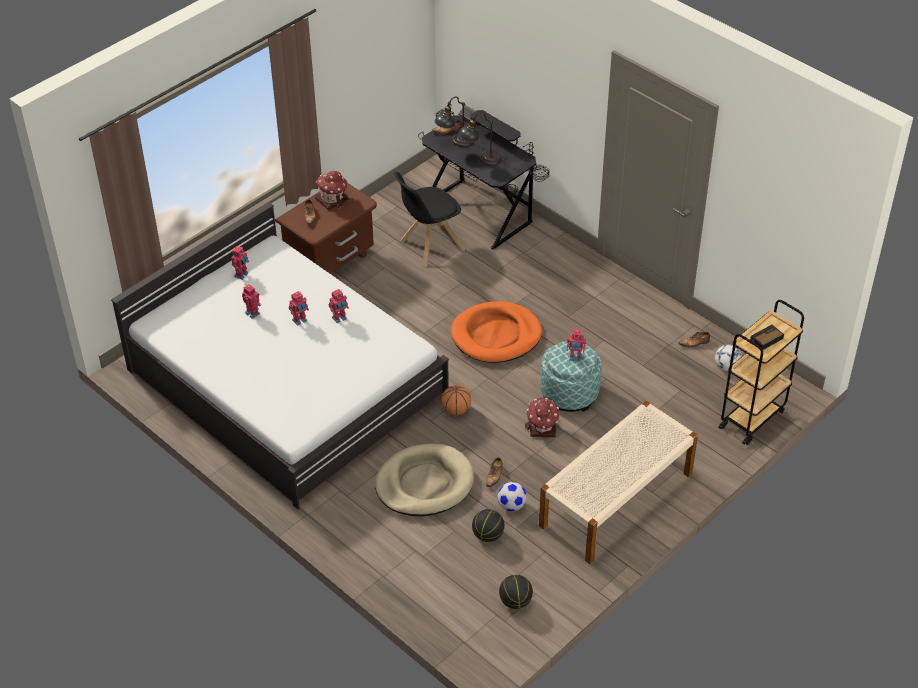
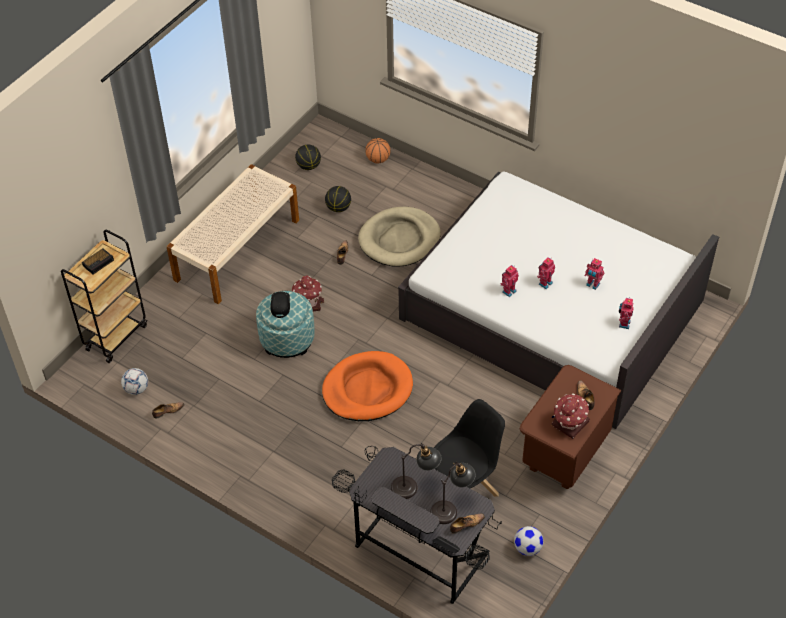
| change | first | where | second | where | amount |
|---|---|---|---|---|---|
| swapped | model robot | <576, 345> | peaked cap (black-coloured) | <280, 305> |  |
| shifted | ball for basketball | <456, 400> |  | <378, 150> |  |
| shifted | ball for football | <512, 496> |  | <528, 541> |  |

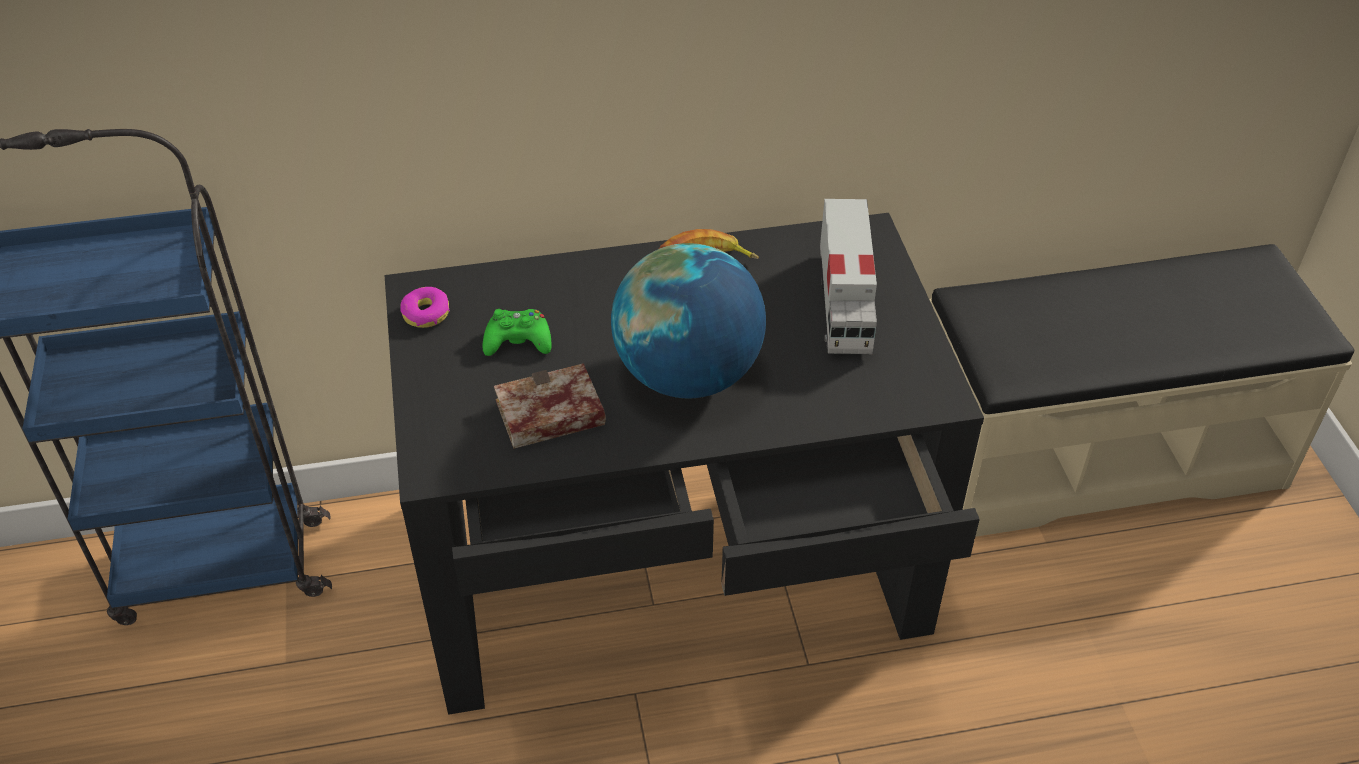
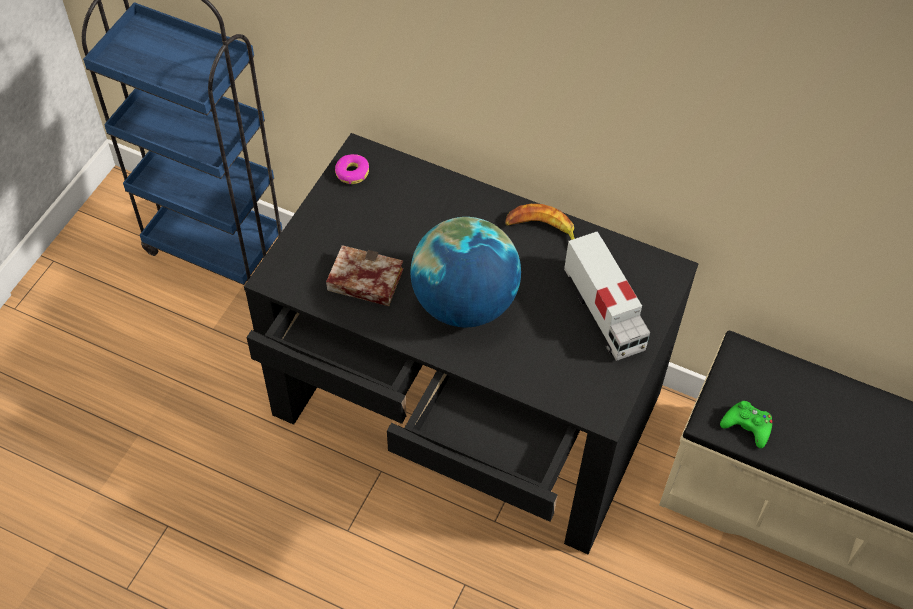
| change | first | where | second | where | amount |
|---|---|---|---|---|---|
| rotated | toy truck | <848, 276> |  | <607, 296> | 60 degrees counterclockwise |
| shifted | gamepad (greenish) | <517, 332> |  | <746, 424> |  |

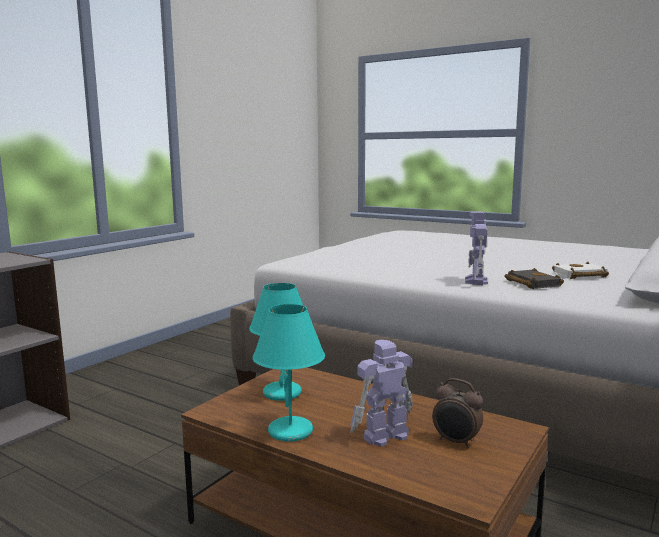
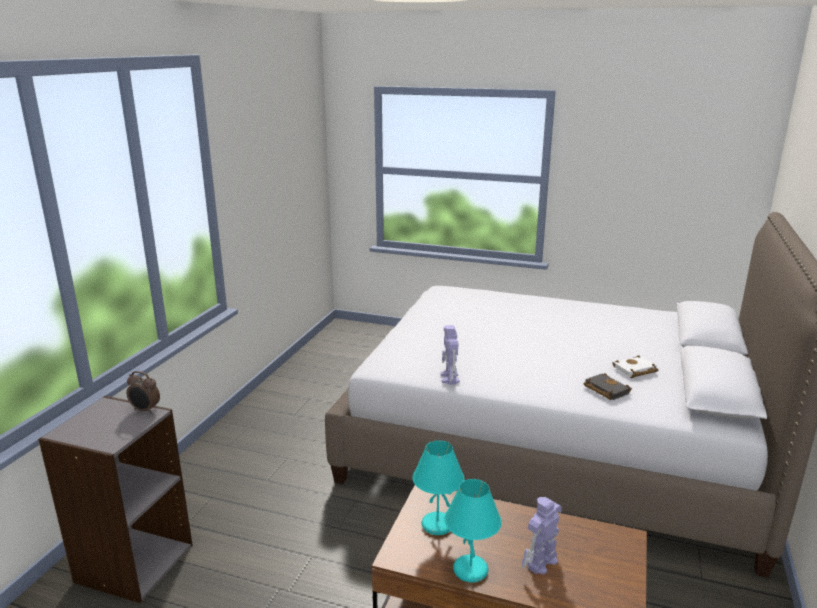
| change | first | where | second | where | amount |
|---|---|---|---|---|---|
| shifted | model robot | <476, 248> |  | <450, 355> |  |
| shifted | alarm clock | <457, 413> |  | <143, 392> |  |

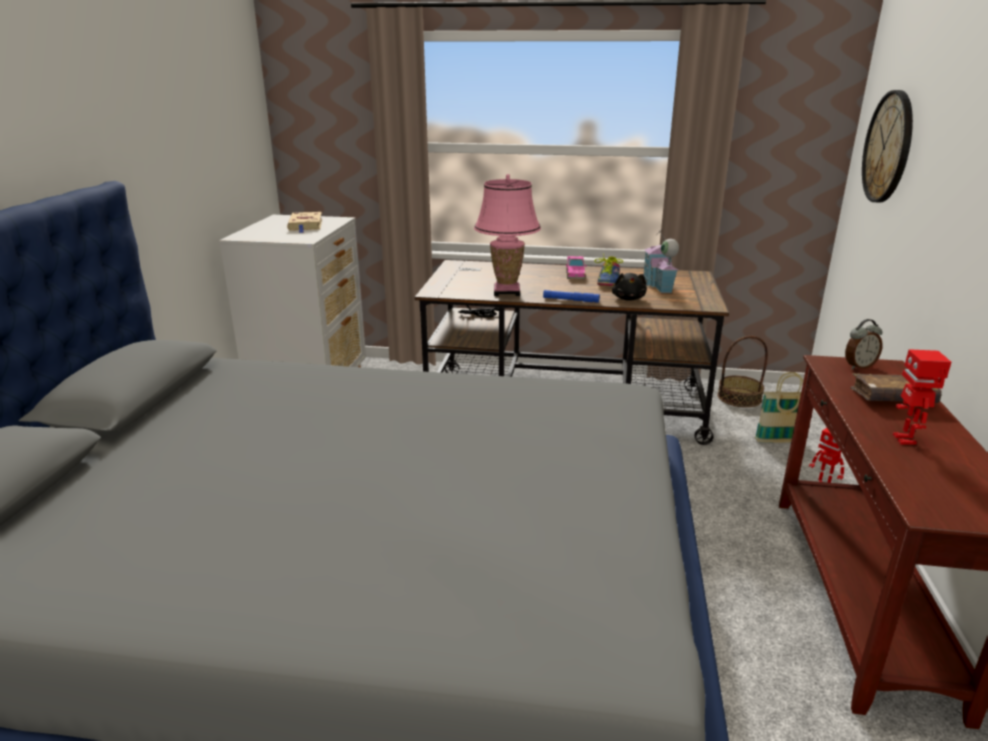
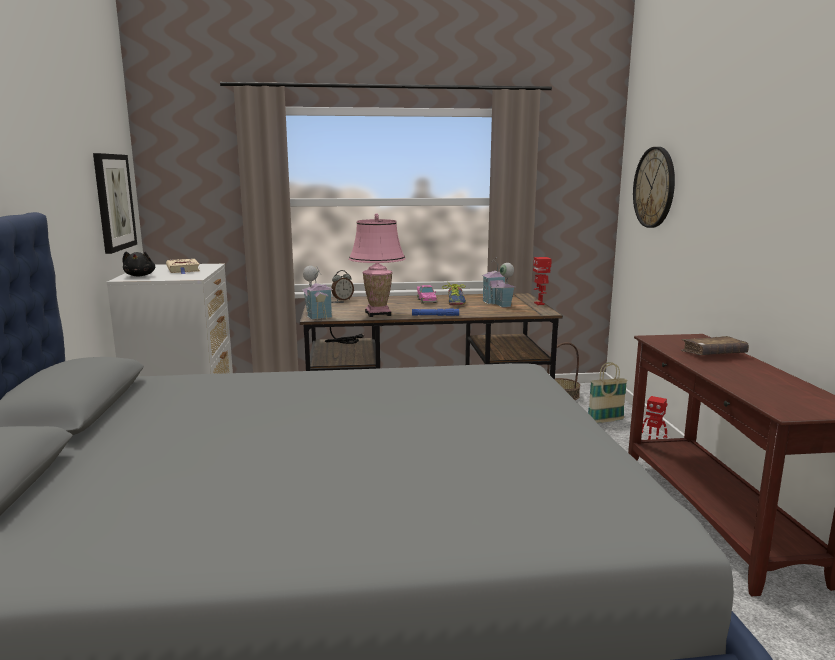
| change | first | where | second | where | amount |
|---|---|---|---|---|---|
| shifted | plush toy (black-coloured) | <629, 287> |  | <138, 263> |  |
| shifted | alarm clock | <863, 344> |  | <342, 285> |  |
| shifted | model robot | <922, 397> |  | <542, 281> |  |
| new |  |  | wall art | <115, 203> |  |
| new |  |  | toy house | <317, 293> |  |

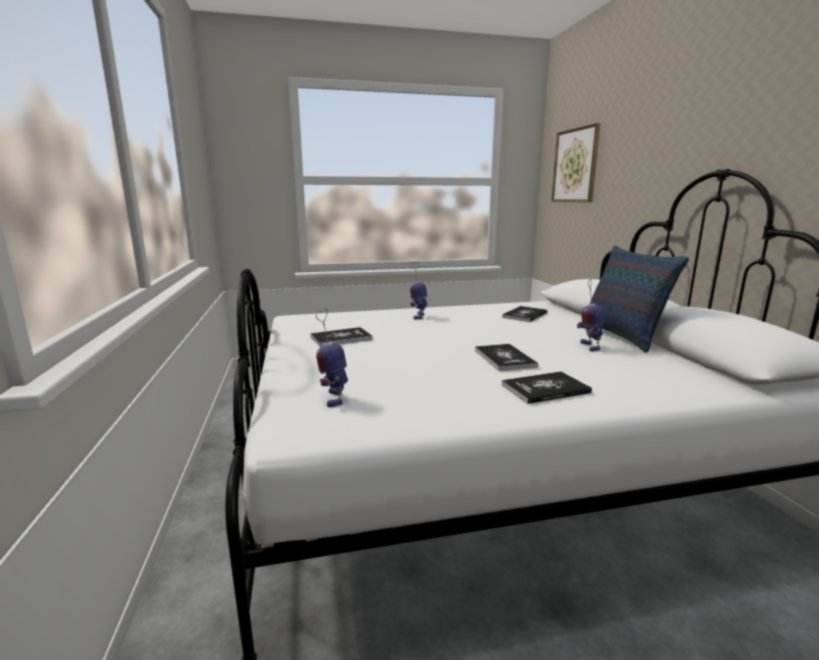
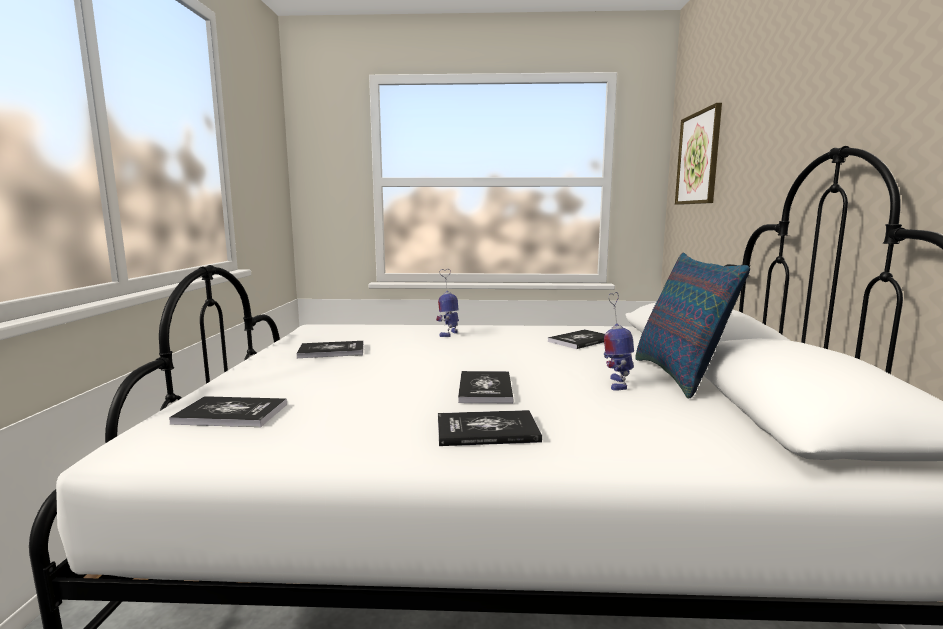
| change | first | where | second | where | amount |
|---|---|---|---|---|---|
| swapped | model robot | <332, 357> | bound book | <228, 411> |  |

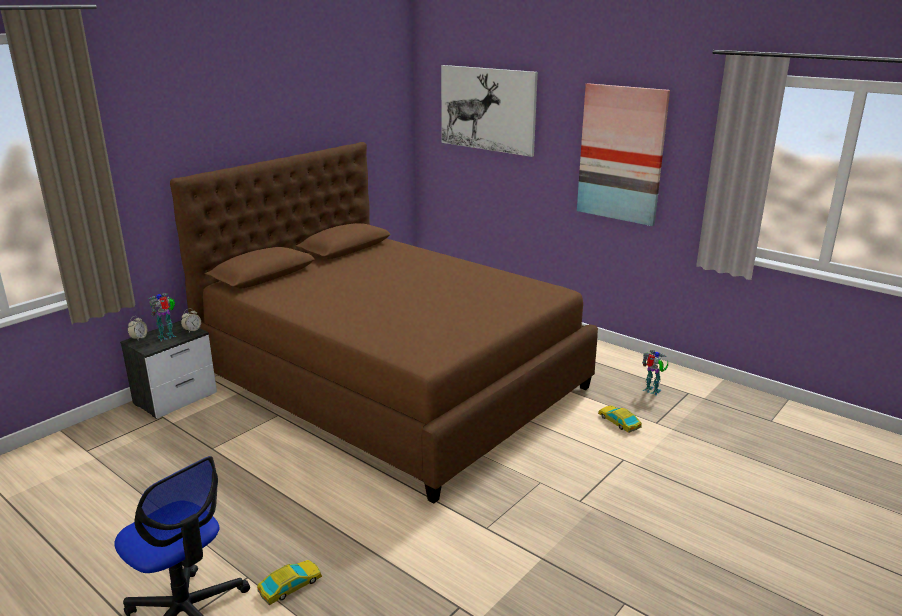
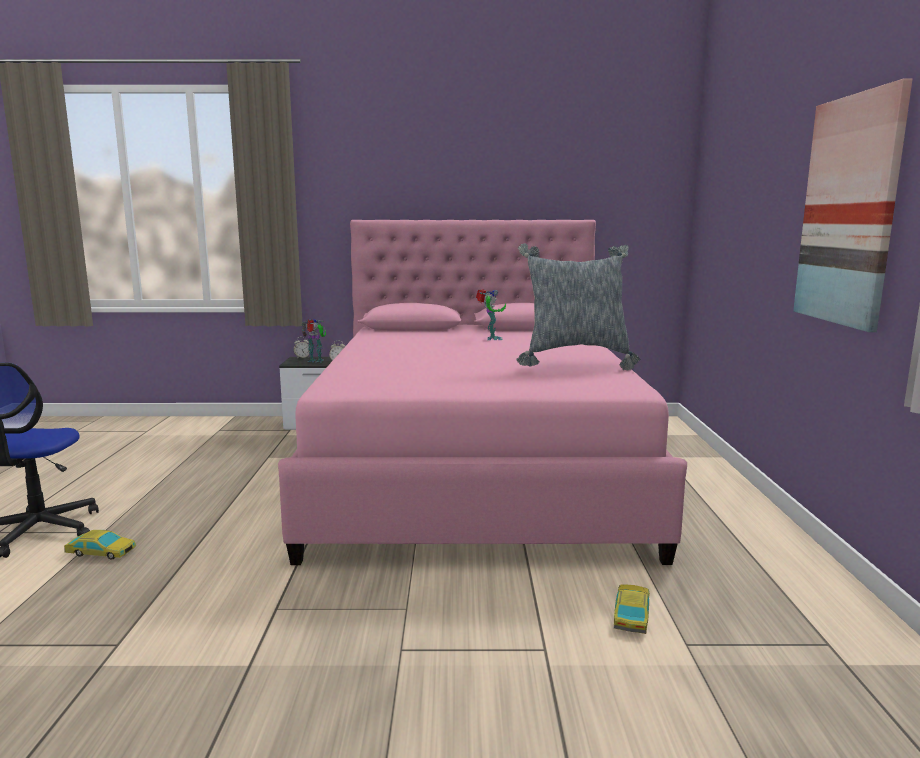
| change | first | where | second | where | amount |
|---|---|---|---|---|---|
| gone | wall art | <489, 111> |  |  |  |
| repainted | bed (brown) | <384, 323> | bed (pink) | <482, 392> |  |
| shifted | model robot | <655, 373> |  | <491, 314> |  |
| new |  |  | pillow | <578, 307> |  |

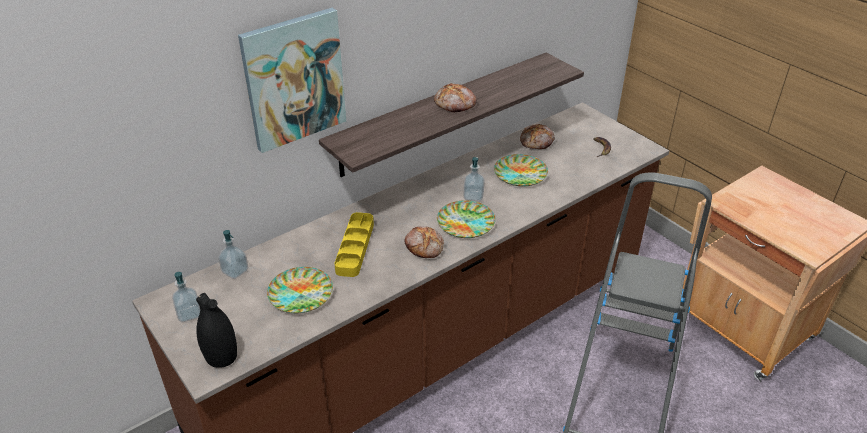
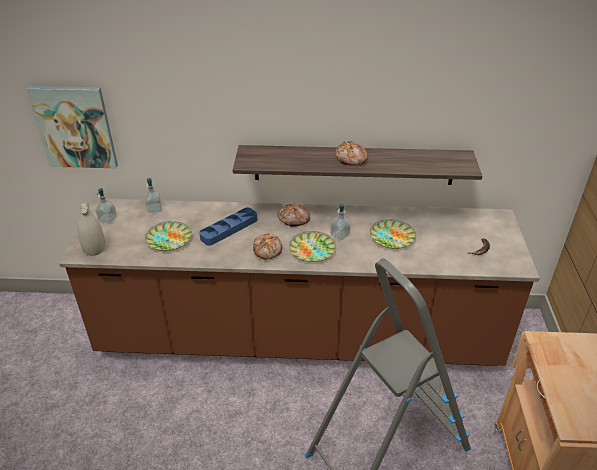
| change | first | where | second | where | amount |
|---|---|---|---|---|---|
| shifted | wall art | <292, 80> |  | <72, 127> |  |
| shifted | bread | <537, 136> |  | <294, 215> |  |
| repainted | carrying tray (yellowish) | <354, 244> | carrying tray (blue) | <228, 226> |  |
| repainted | flower vase (black-coloured) | <216, 330> | flower vase (whitish) | <91, 229> |  |

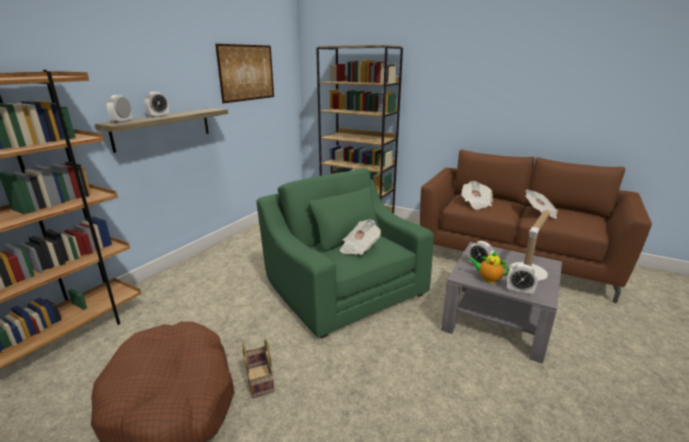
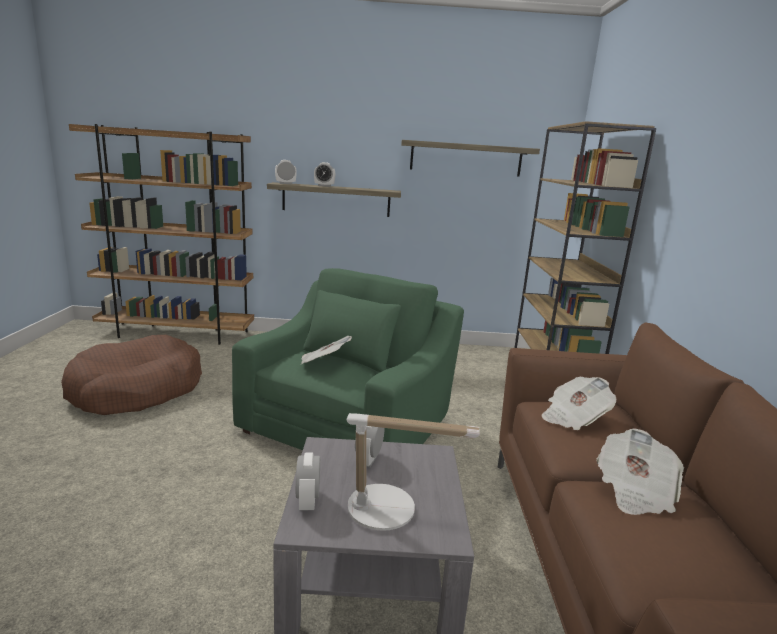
| change | first | where | second | where | amount |
|---|---|---|---|---|---|
| swapped | wall art | <244, 73> | wall shelf | <470, 158> |  |
| gone | tea pot | <488, 267> |  |  |  |
| gone | basket | <258, 368> |  |  |  |

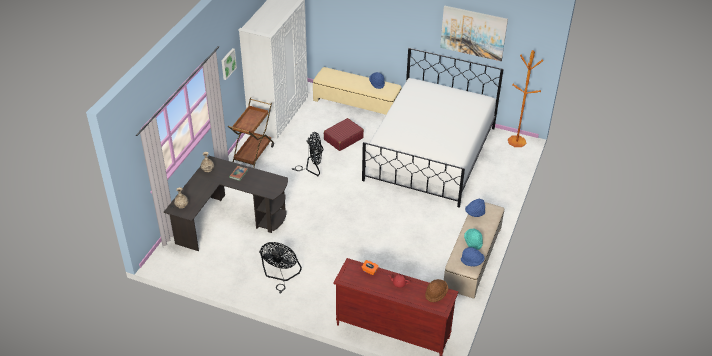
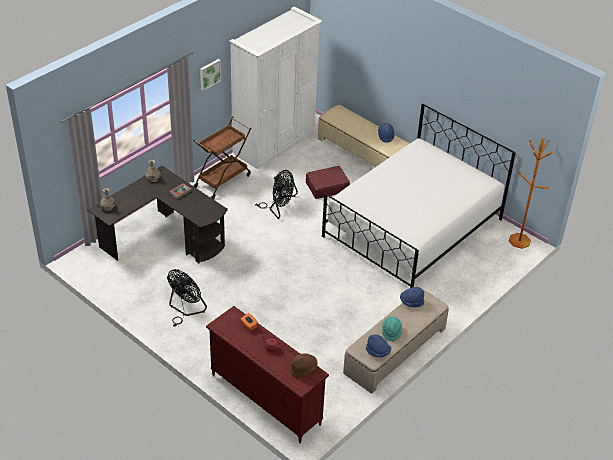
| change | first | where | second | where | amount |
|---|---|---|---|---|---|
| gone | wall art | <474, 33> |  |  |  |

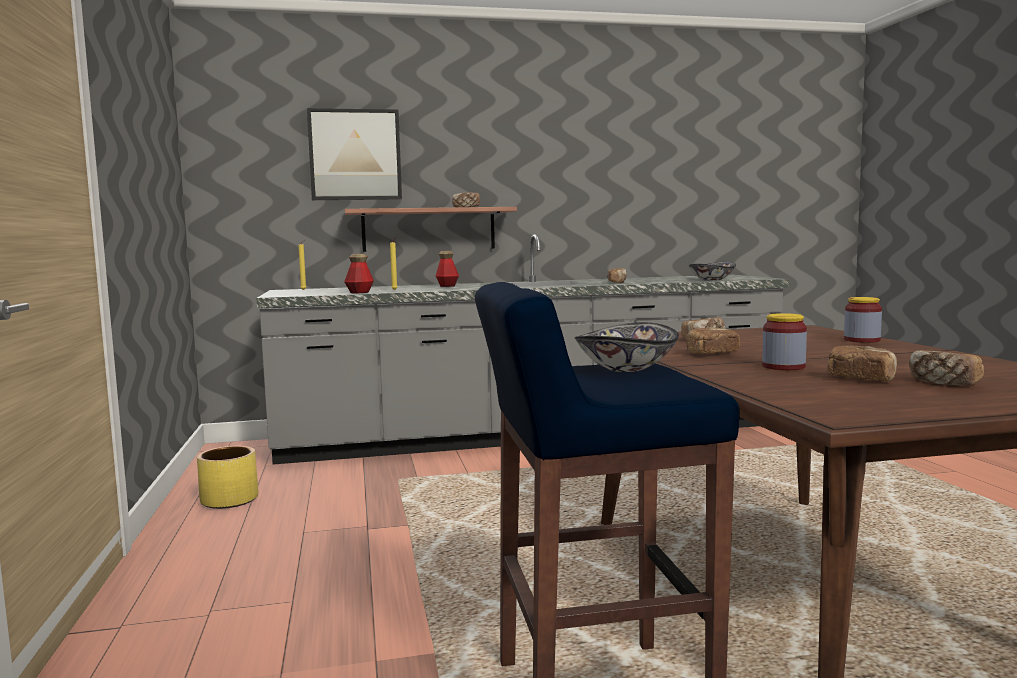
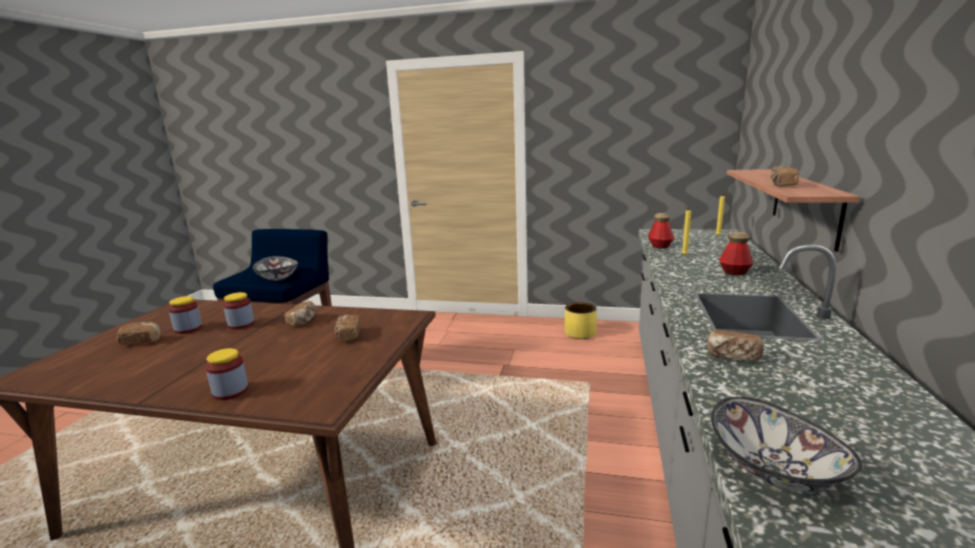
| change | first | where | second | where | amount |
|---|---|---|---|---|---|
| gone | wall art | <354, 154> |  |  |  |
| swapped | bread | <862, 363> | jar | <185, 315> |  |

